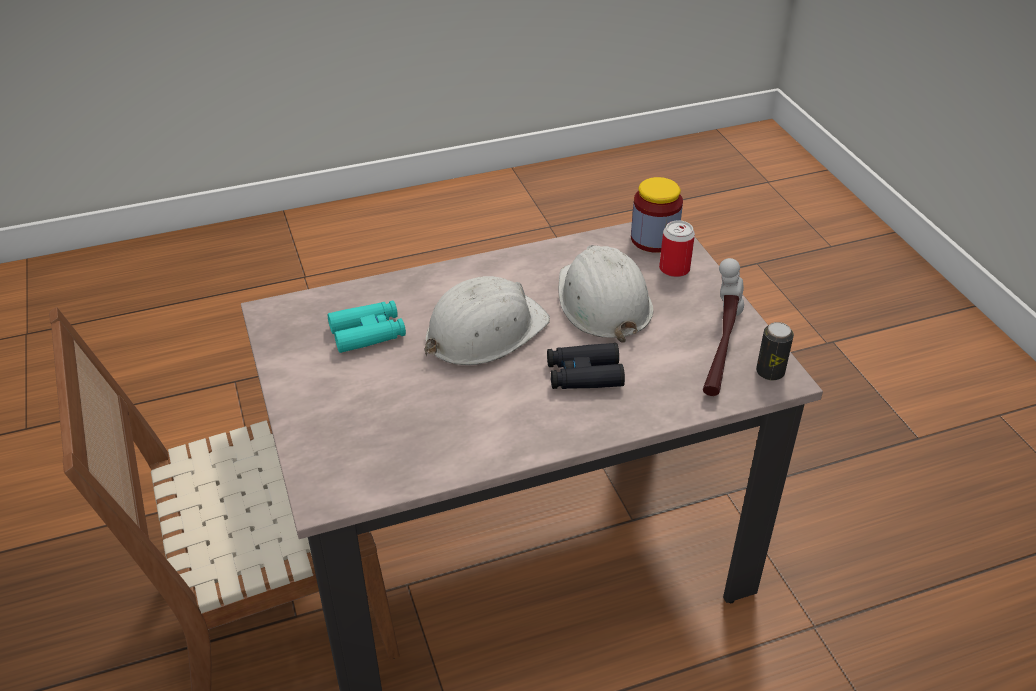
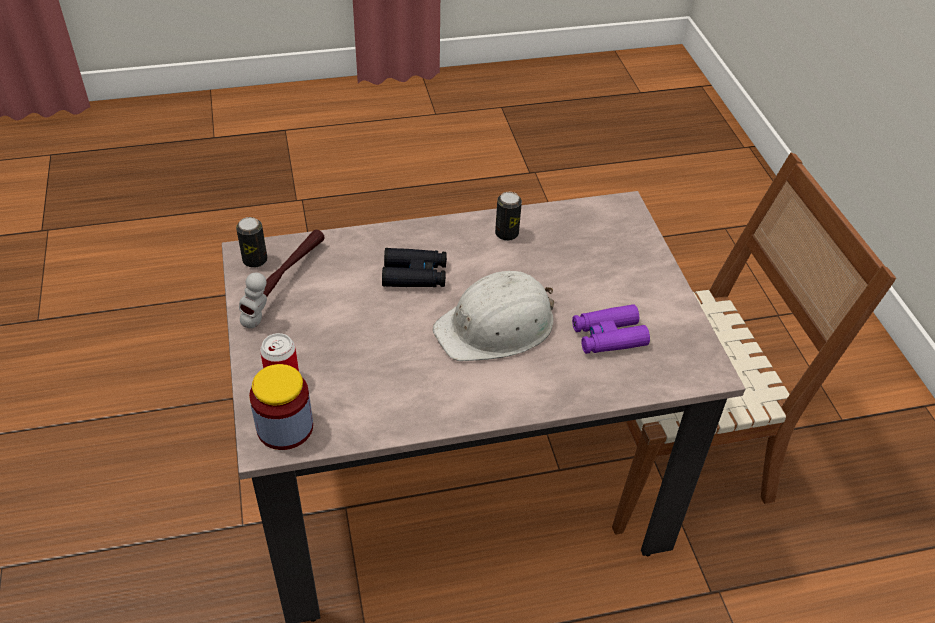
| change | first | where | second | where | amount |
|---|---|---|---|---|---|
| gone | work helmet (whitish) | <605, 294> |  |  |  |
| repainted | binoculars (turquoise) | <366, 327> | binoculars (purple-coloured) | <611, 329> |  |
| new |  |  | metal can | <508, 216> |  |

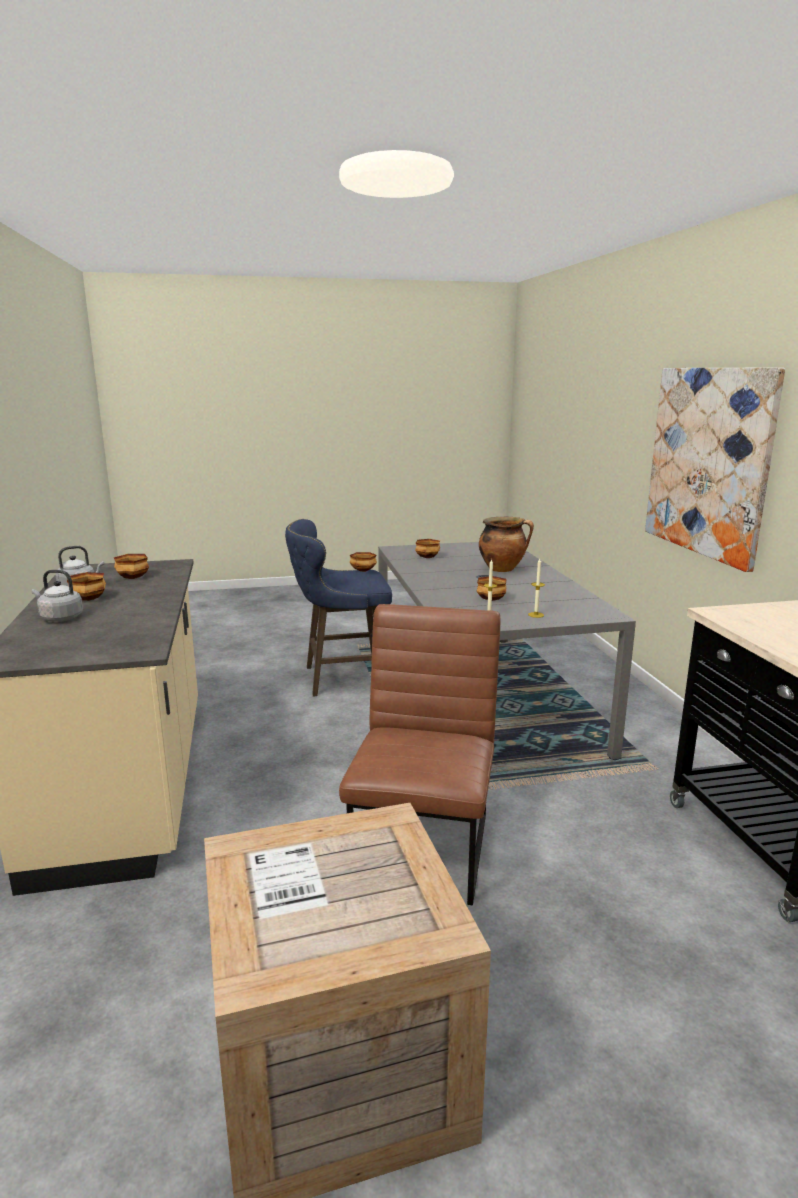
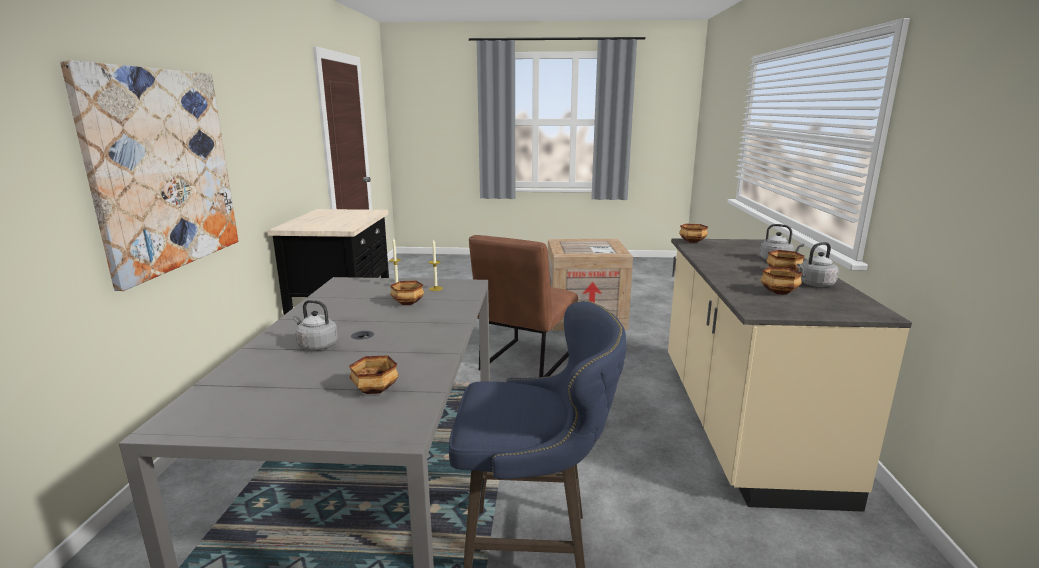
| change | first | where | second | where | amount |
|---|---|---|---|---|---|
| swapped | saucepot | <506, 544> | water kettle (gray) | <315, 325> |  |
| shifted | bowl | <363, 562> |  | <693, 233> |  |

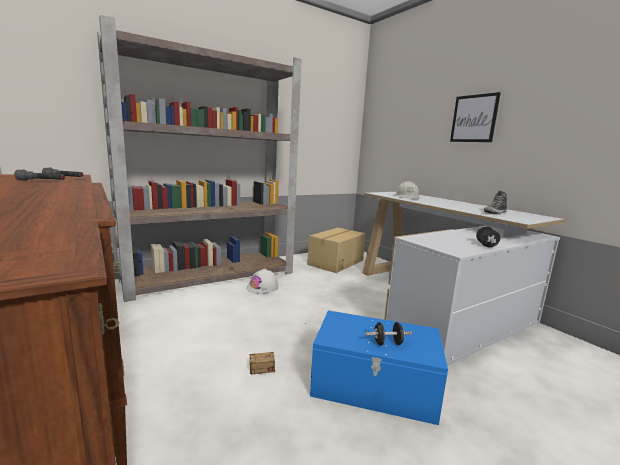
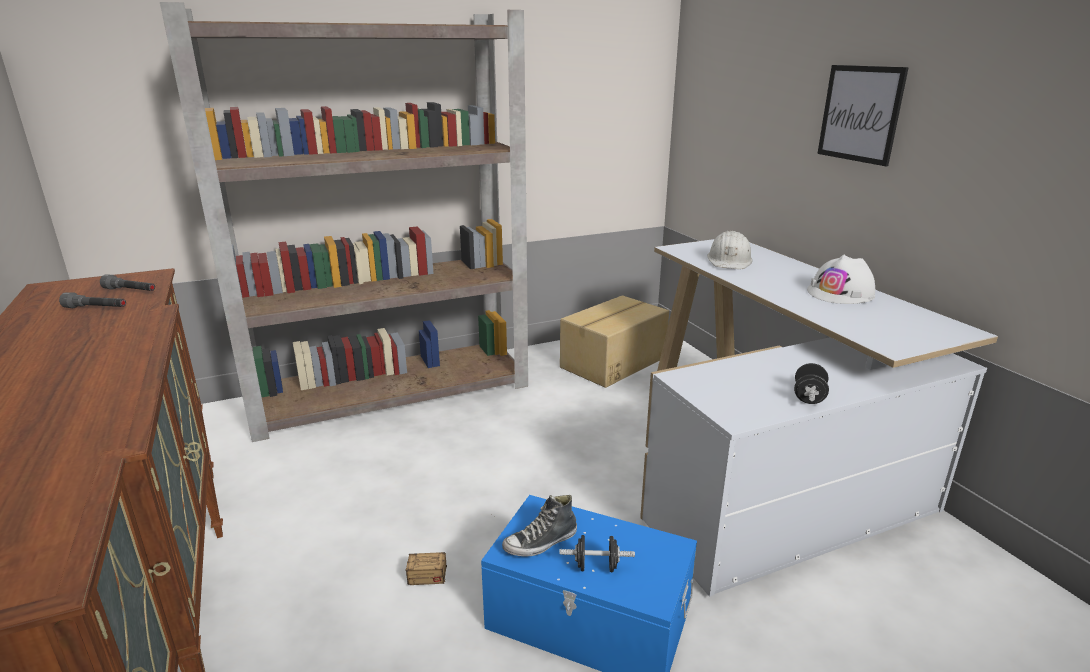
| change | first | where | second | where | amount |
|---|---|---|---|---|---|
| shifted | low shoe | <495, 202> |  | <539, 525> |  |
| shifted | work helmet (whitish) | <263, 281> |  | <841, 279> |  |

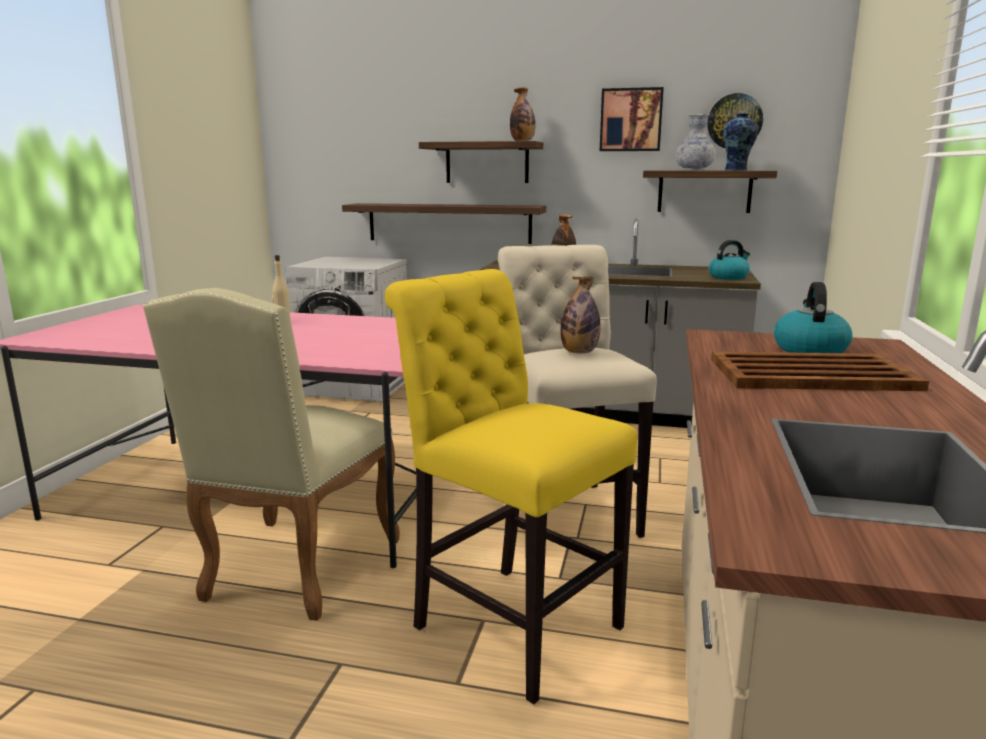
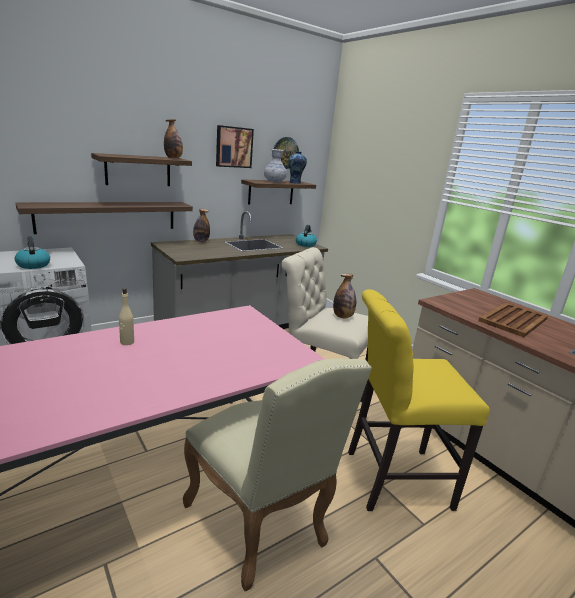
| change | first | where | second | where | amount |
|---|---|---|---|---|---|
| shifted | water kettle | <813, 317> |  | <32, 252> |  |

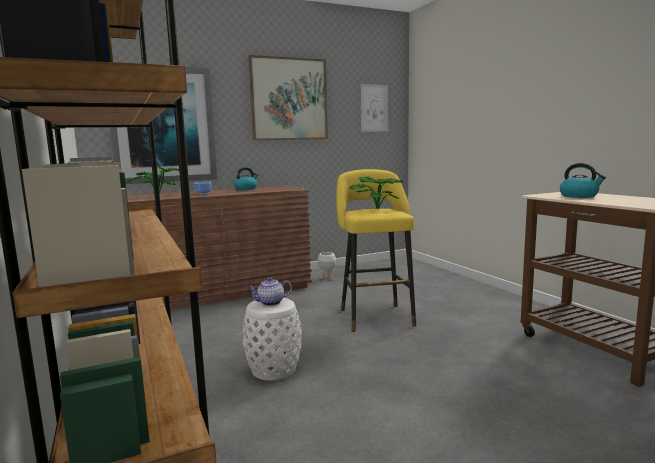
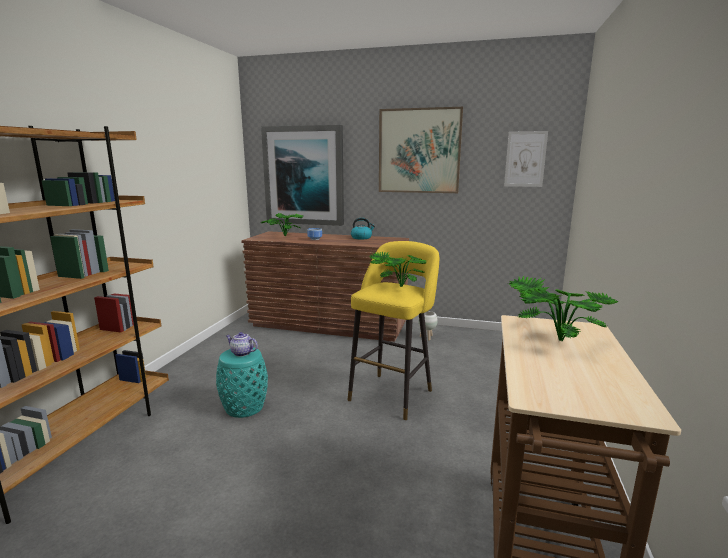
| change | first | where | second | where | amount |
|---|---|---|---|---|---|
| swapped | water kettle | <583, 180> | houseplant | <563, 308> |  |
| repainted | stool (whitish) | <272, 339> | stool (turquoise) | <242, 382> |  |

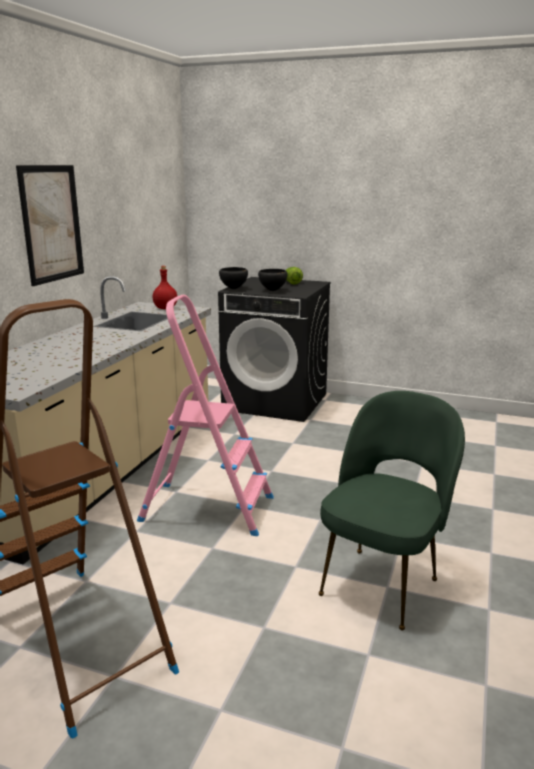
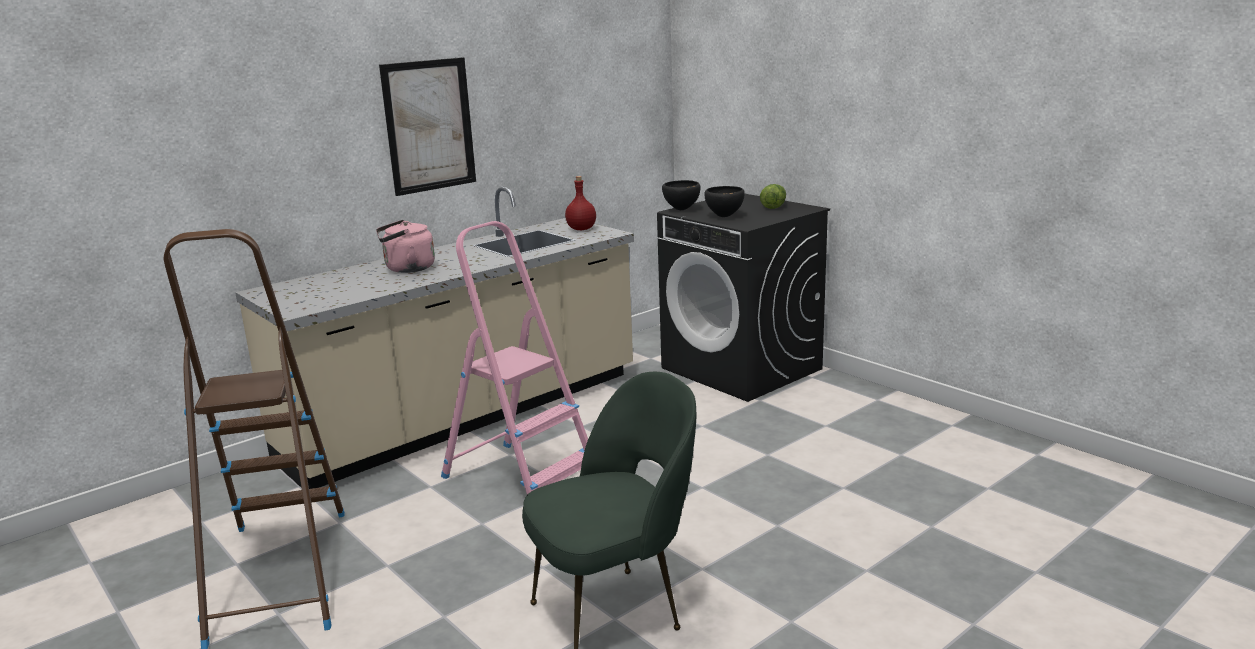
| change | first | where | second | where | amount |
|---|---|---|---|---|---|
| new |  |  | water kettle (pink) | <405, 246> |  |

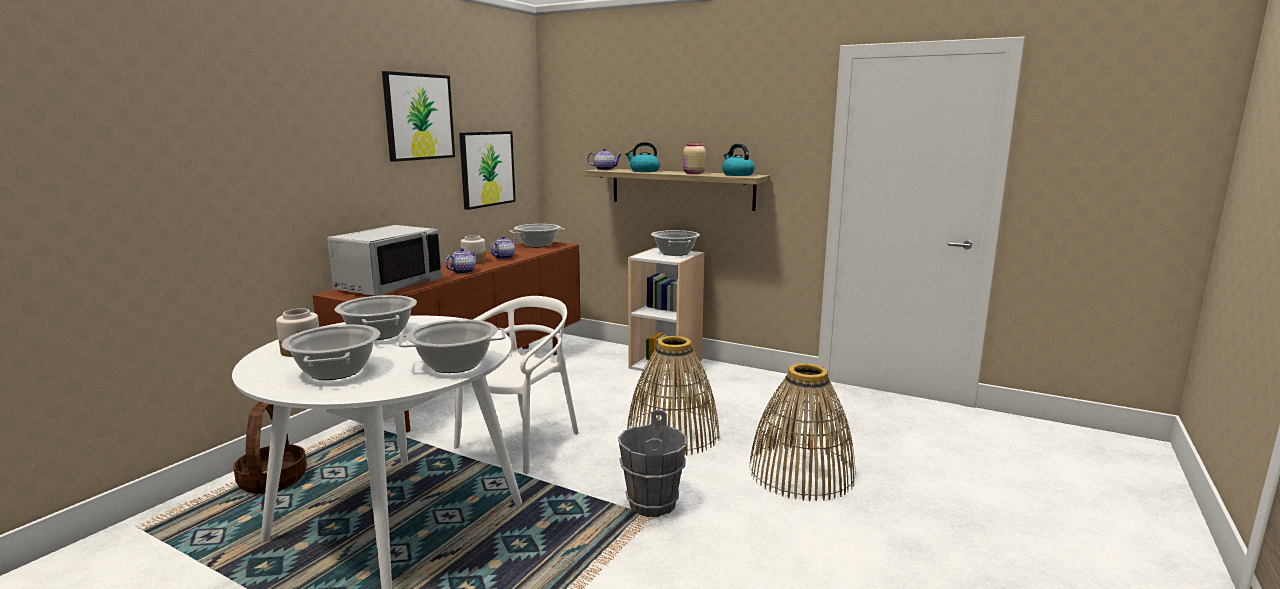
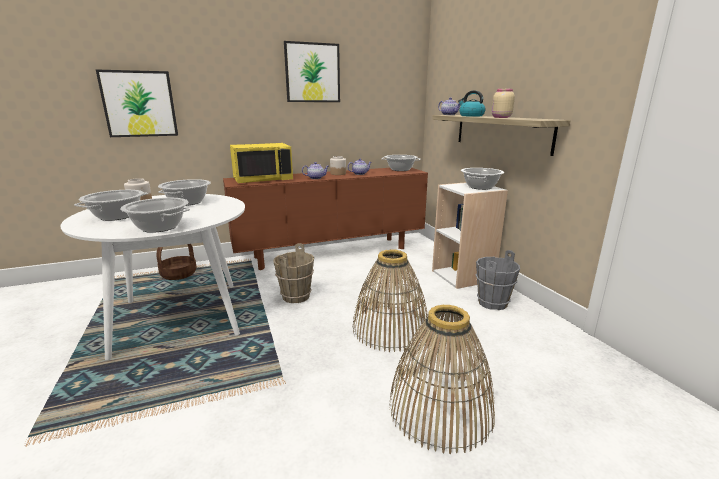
| change | first | where | second | where | amount |
|---|---|---|---|---|---|
| shifted | wall art | <487, 170> |  | <137, 103> |  |
| gone | water kettle | <738, 160> |  |  |  |
| repainted | kitchen microwave (gray) | <384, 260> | kitchen microwave (yellowish) | <261, 163> |  |
| swapped | plain chair (whitish) | <516, 385> | pail (brown) | <294, 273> |  |
| shifted | pail (gray) | <652, 463> |  | <498, 280> |  |

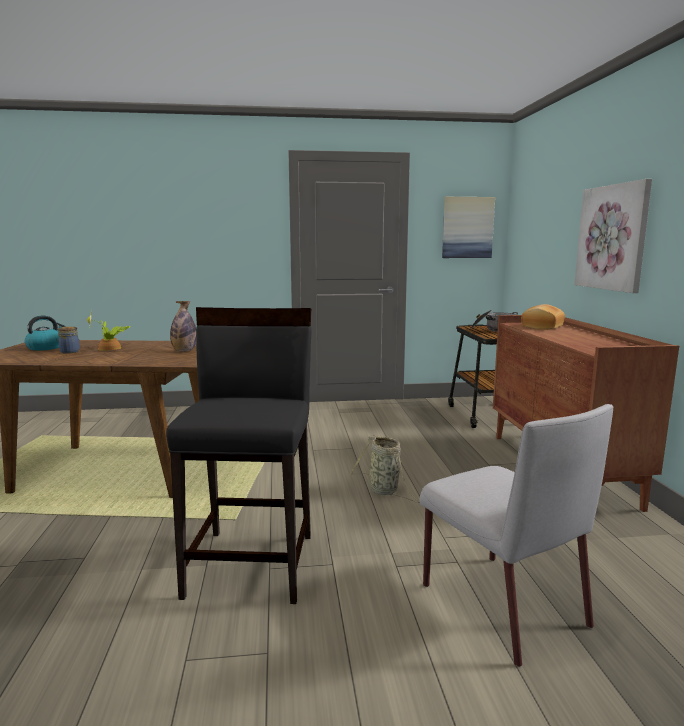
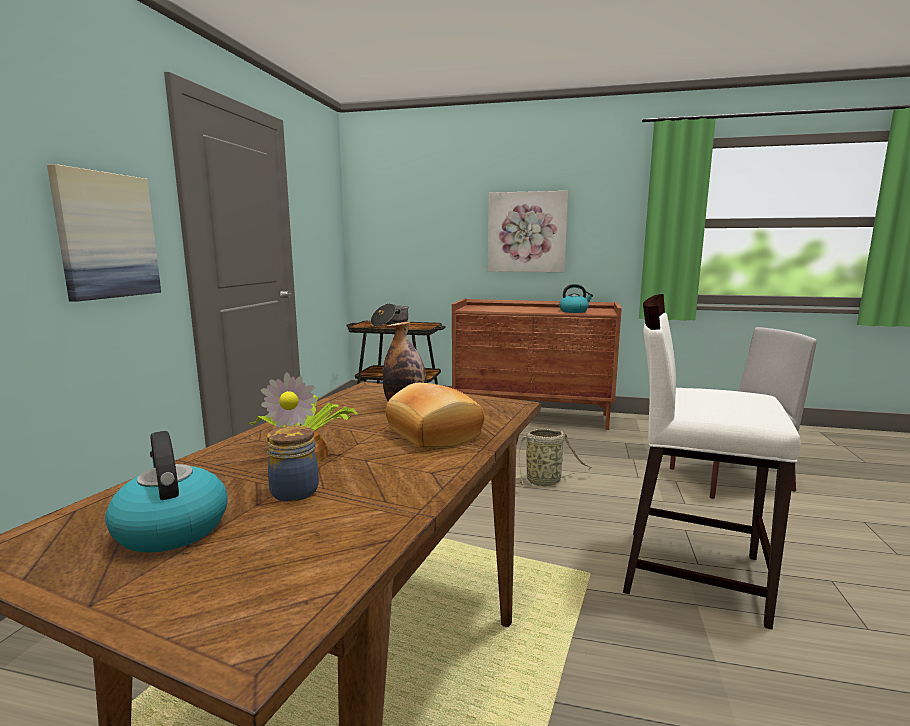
| change | first | where | second | where | amount |
|---|---|---|---|---|---|
| shifted | wall art | <468, 227> |  | <104, 233> |  |
| shifted | bread | <543, 317> |  | <435, 416> |  |
| repainted | stool (black-coloured) | <239, 455> | stool (whitish) | <712, 462> |  |
| new |  |  | water kettle | <576, 298> |  |

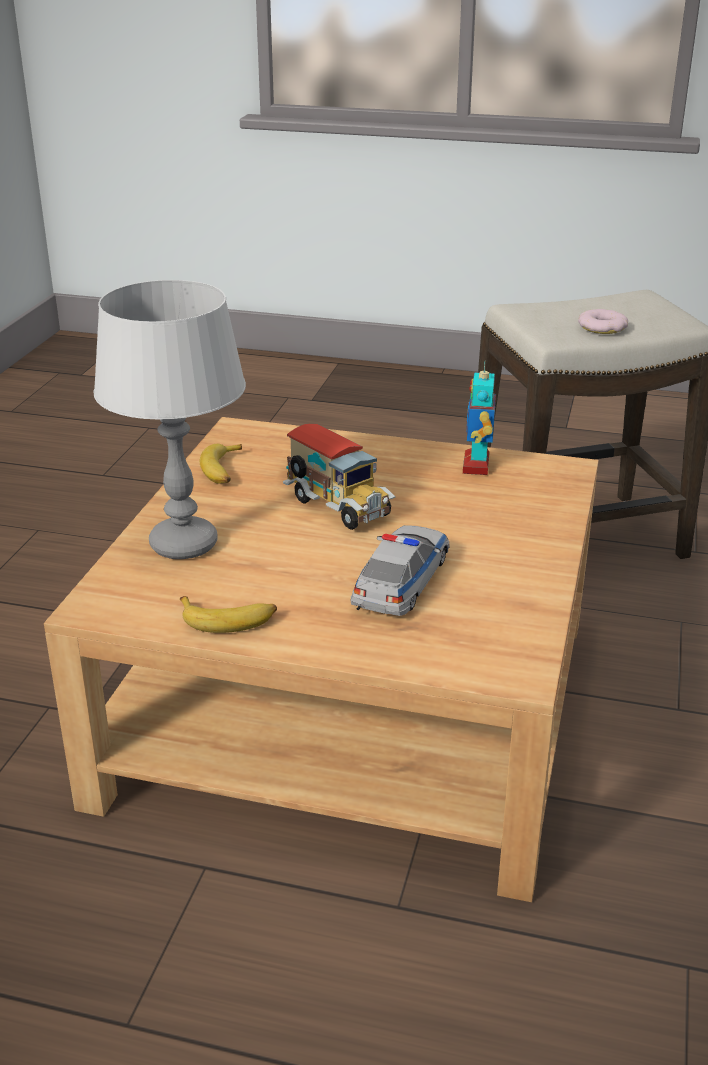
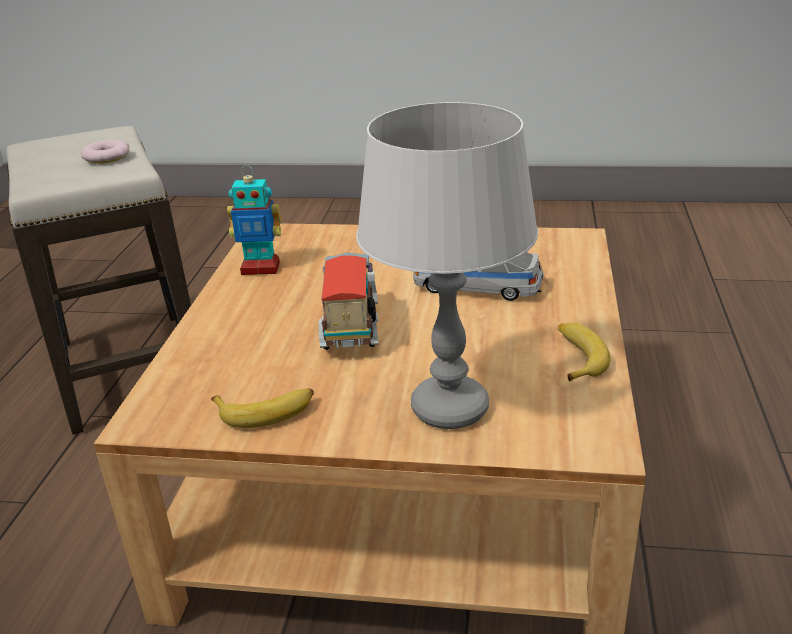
| change | first | where | second | where | amount |
|---|---|---|---|---|---|
| rotated | toy truck | <339, 477> |  | <348, 301> | 45 degrees counterclockwise |

